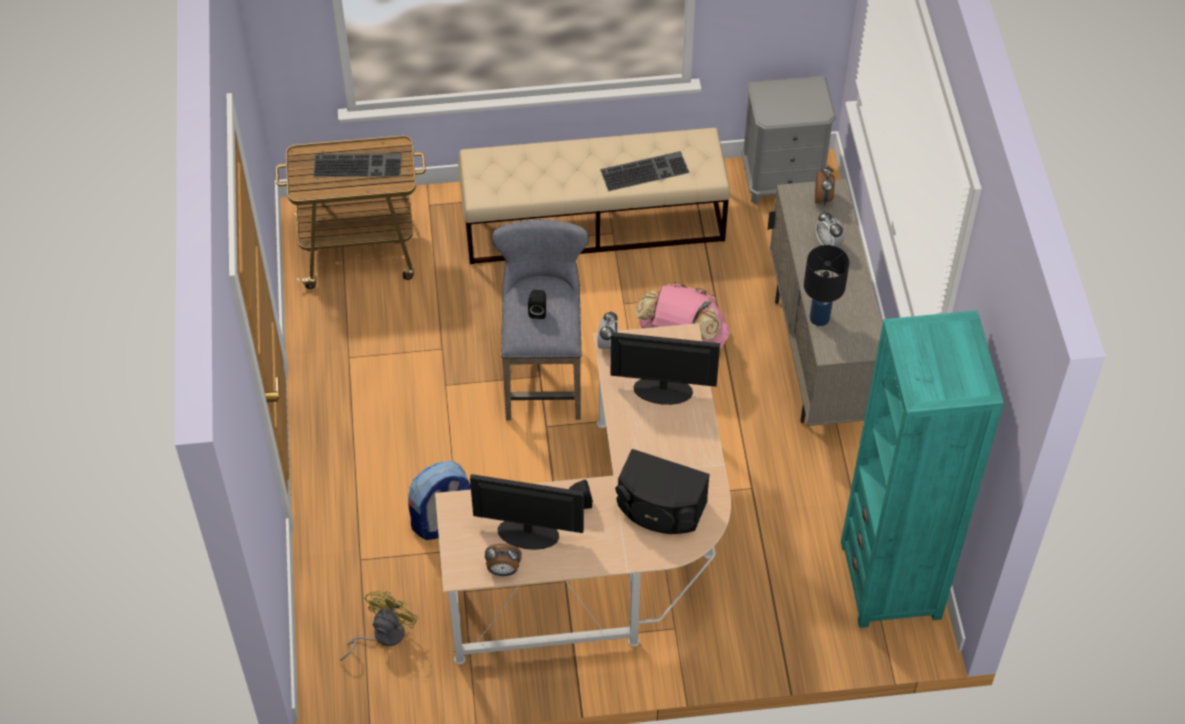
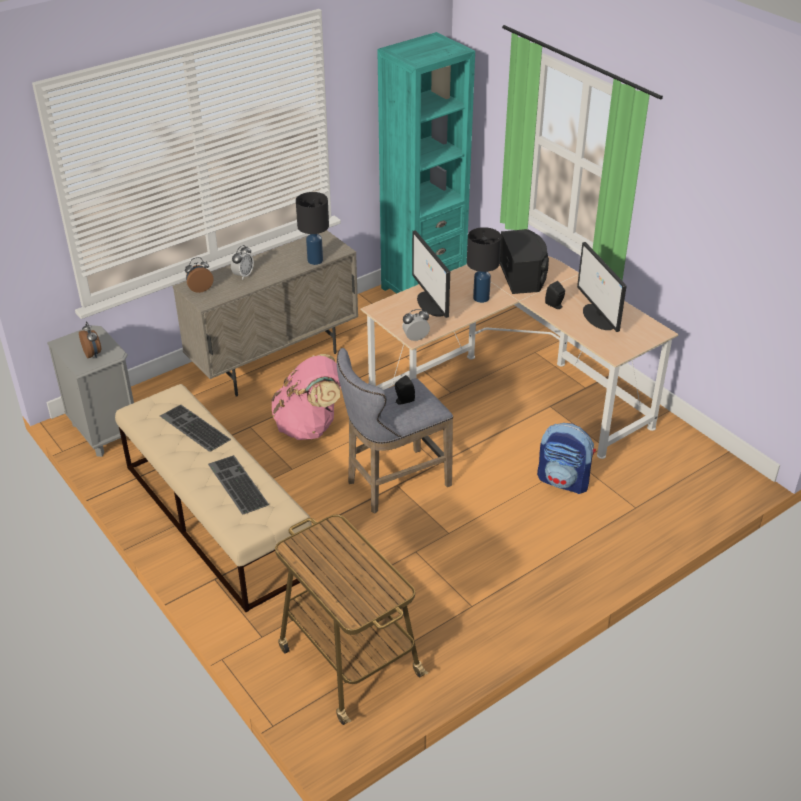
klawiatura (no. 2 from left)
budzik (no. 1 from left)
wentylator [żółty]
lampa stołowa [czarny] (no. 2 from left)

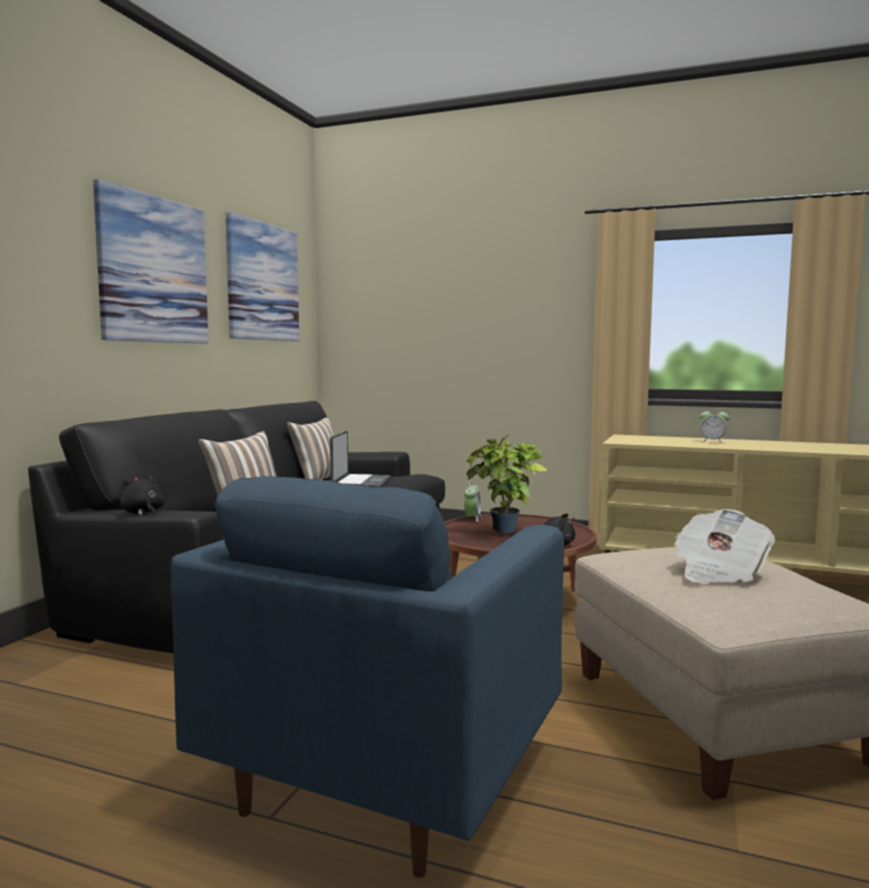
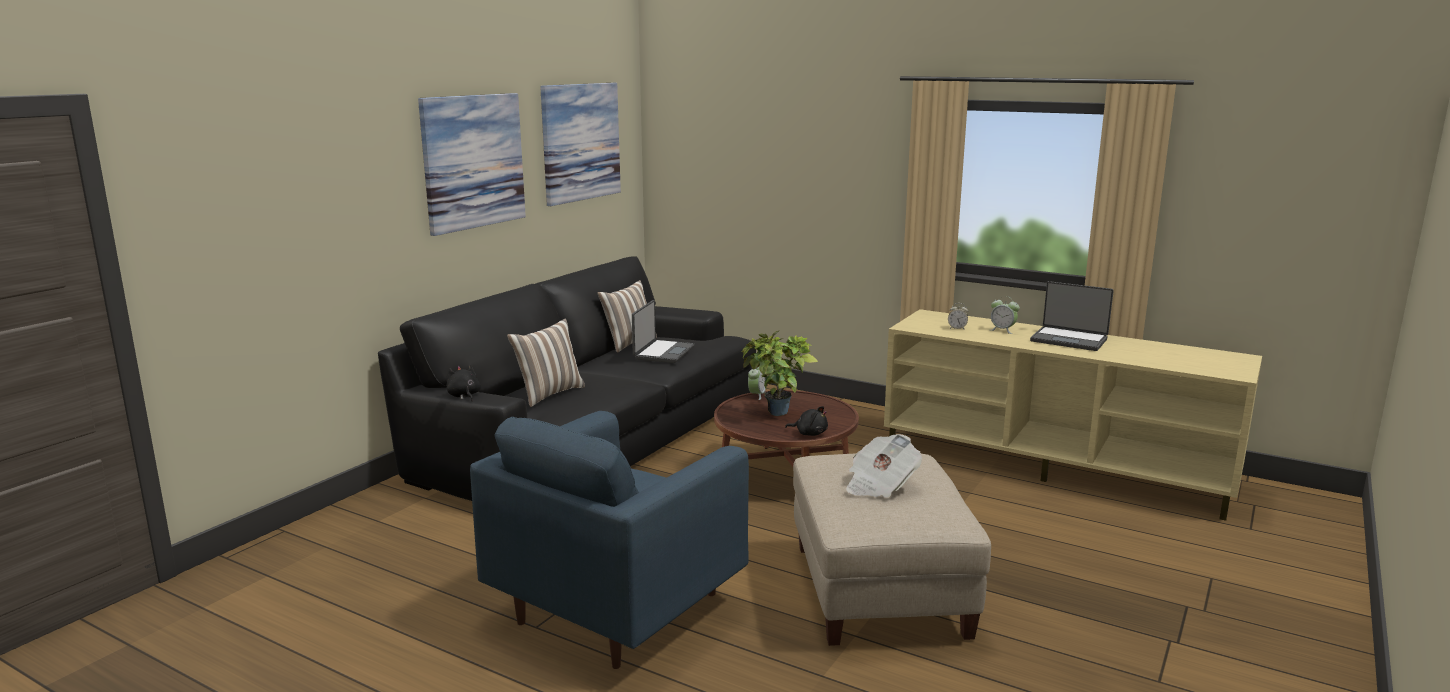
laptop (no. 2 from left)
budzik (no. 2 from left)

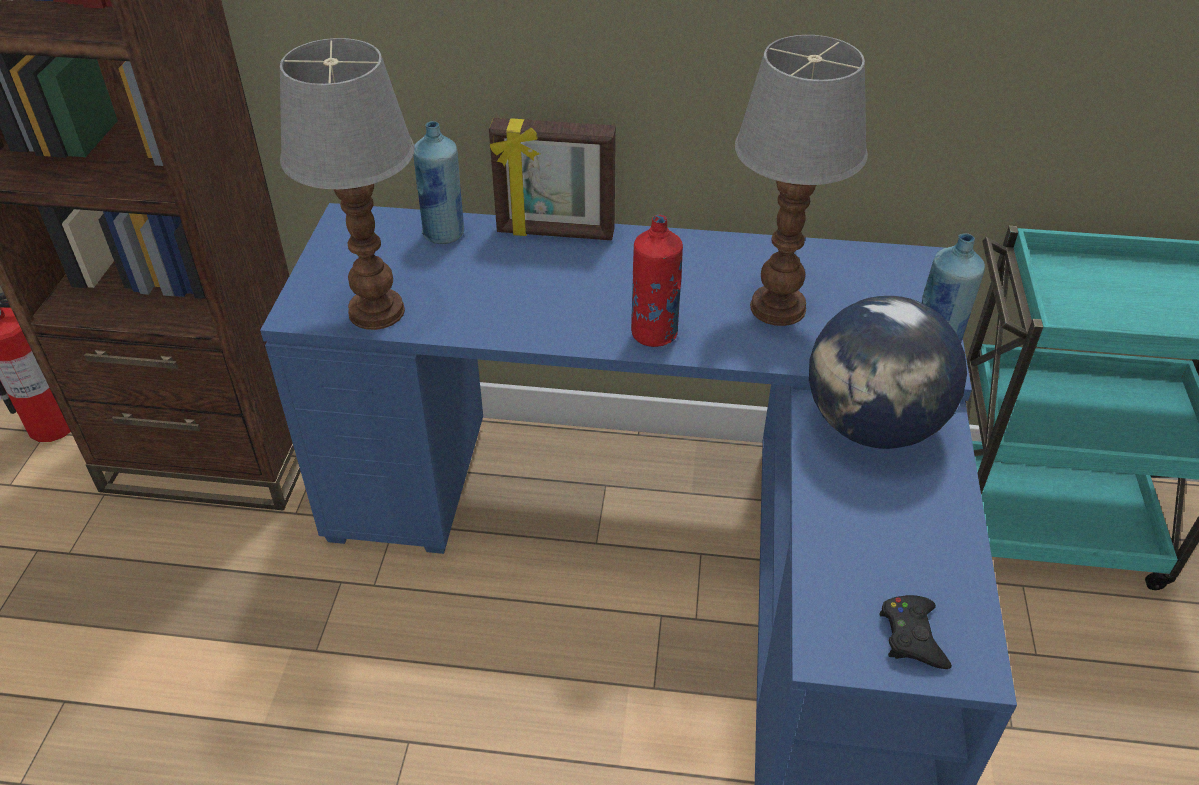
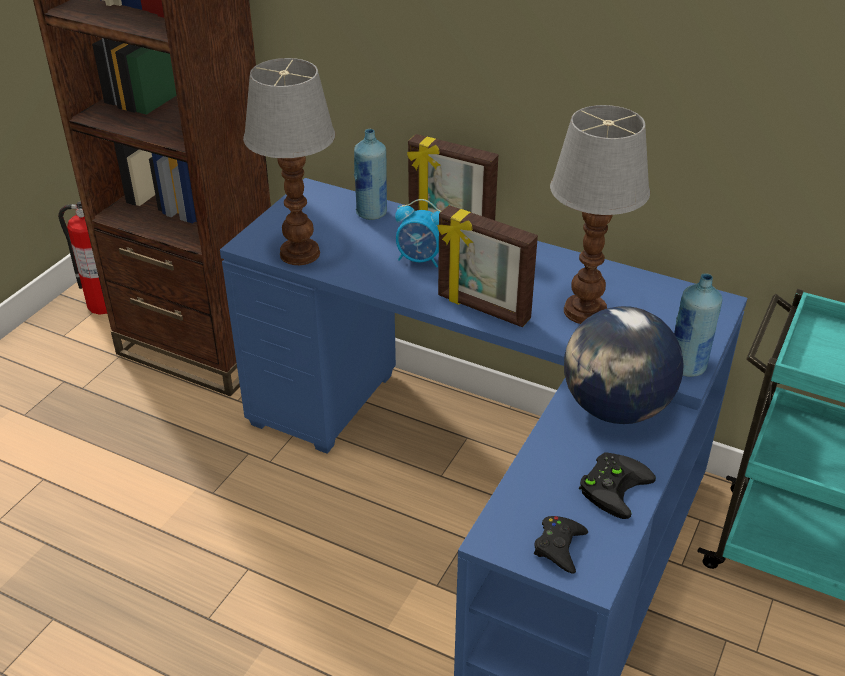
ramka na zdjęcie (no. 2 from left)
budzik
pad do gier [czarny] (no. 2 from left)

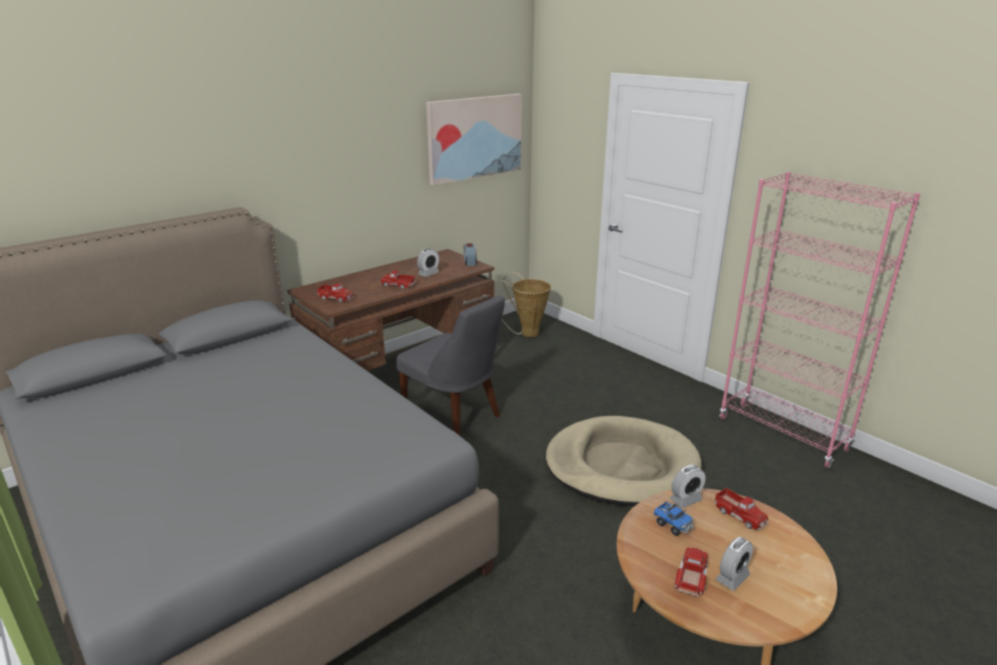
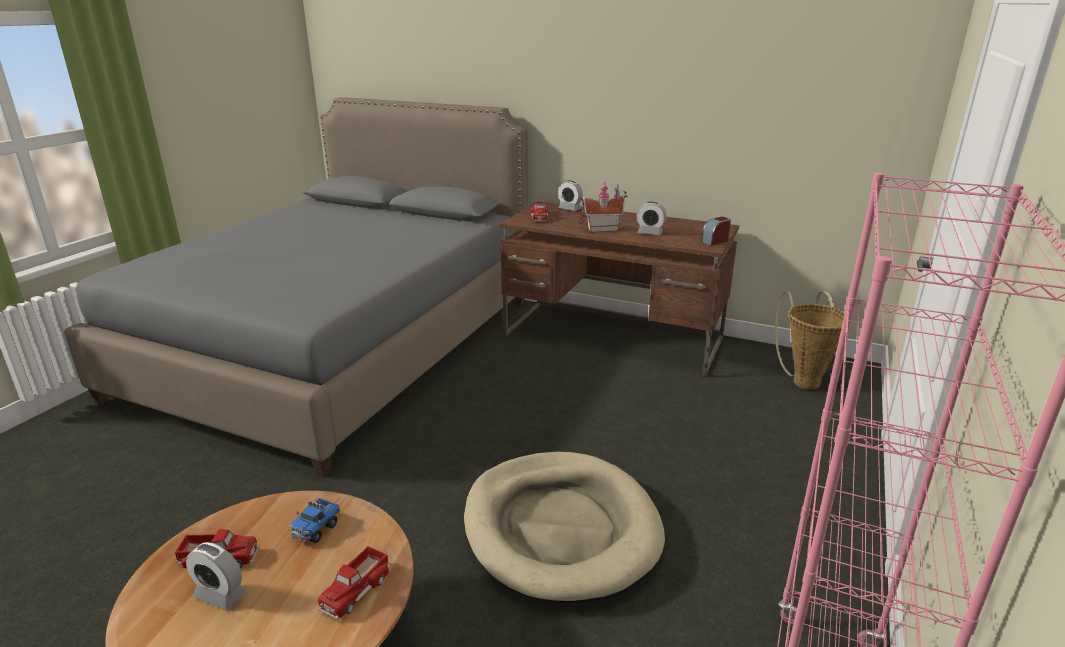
obraz
domek
krzesło [szary]
budzik (no. 2 from left)

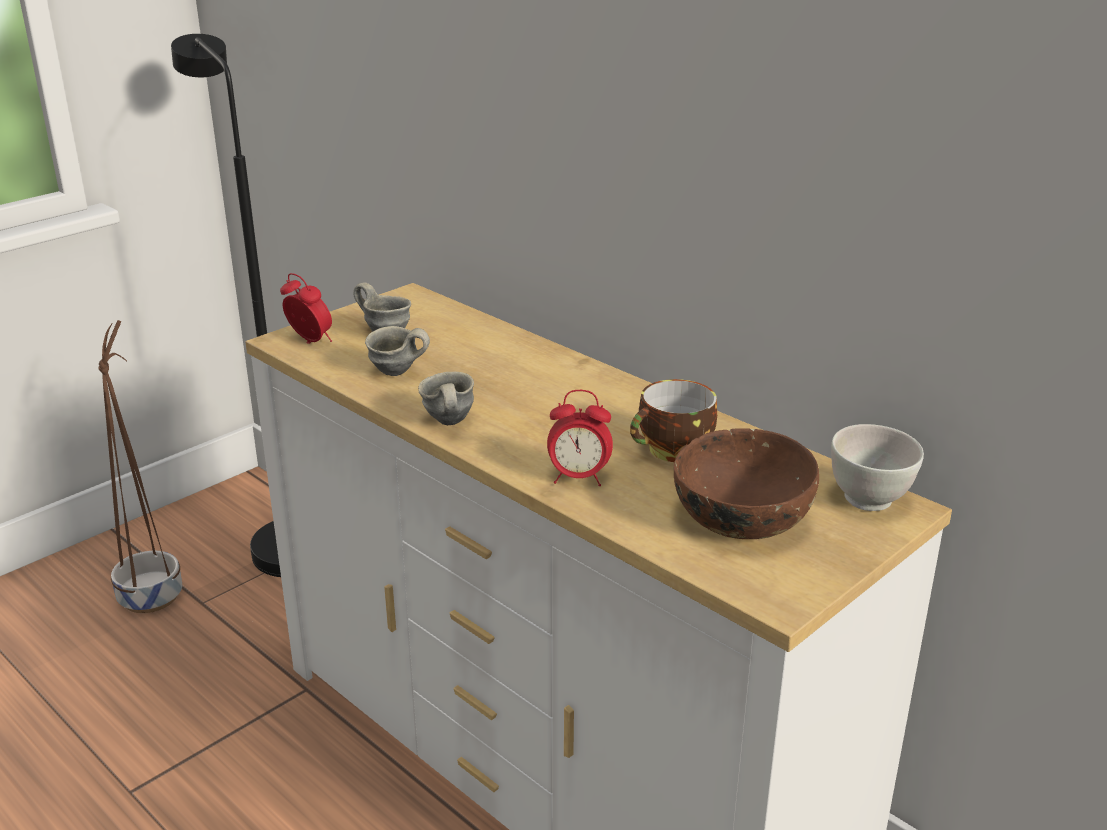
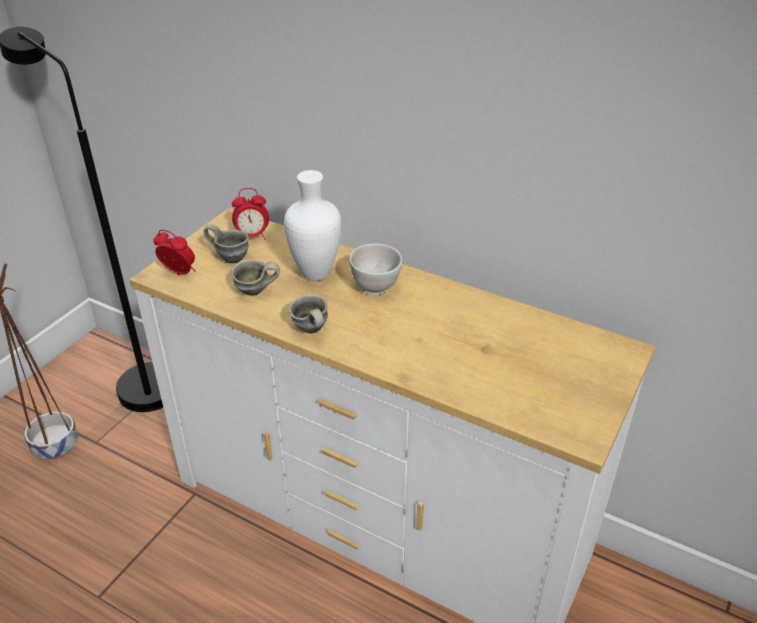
filiżanka
budzik (no. 2 from left)
miska [biały]
miska [brązowy]
wazon [biały]

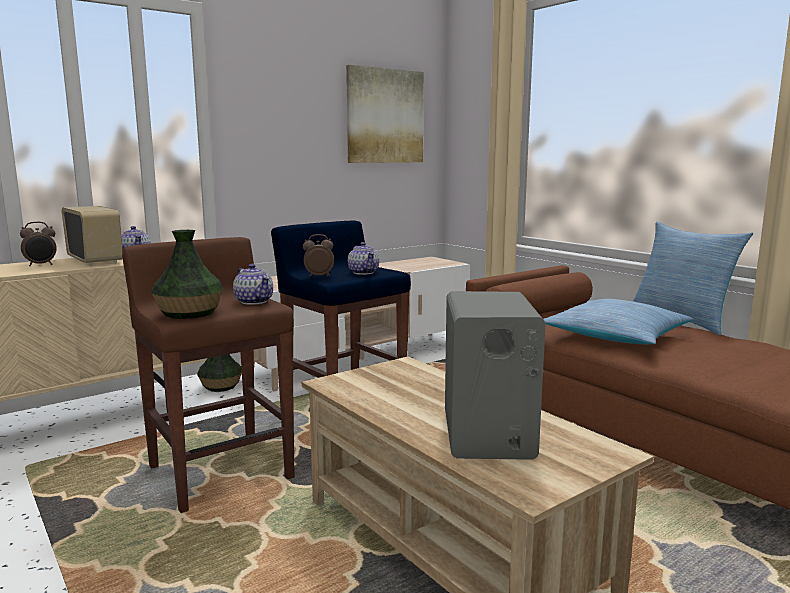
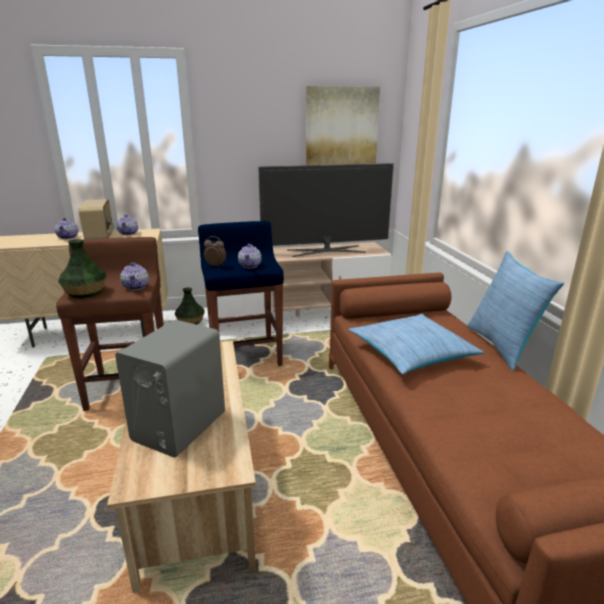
imbryk (no. 1 from left)
telewizor

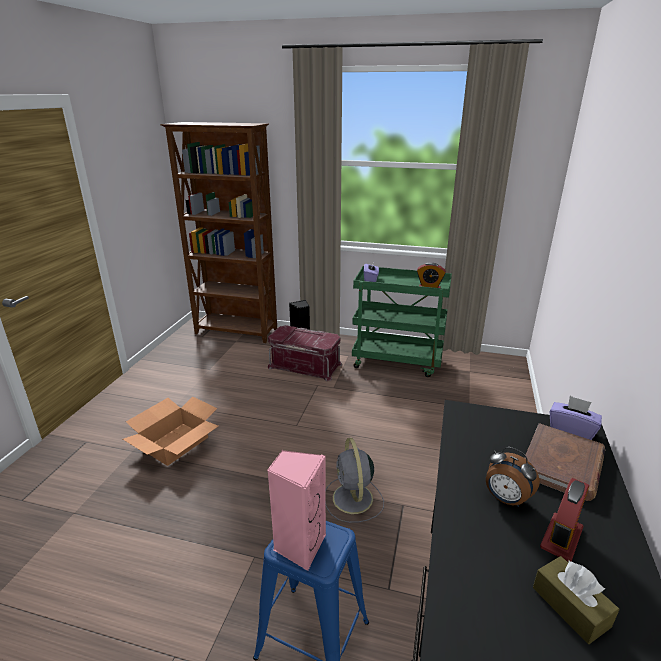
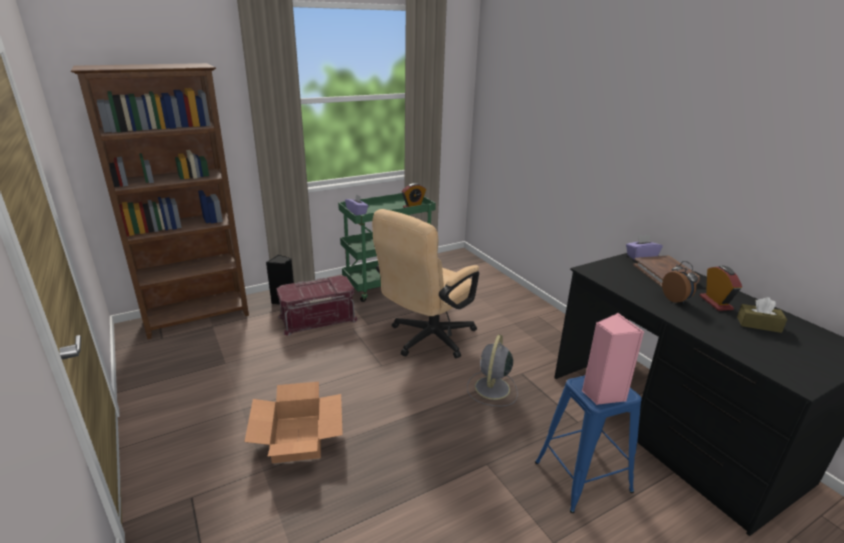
wentylator [szary]
budzik (no. 2 from left)
krzesło biurowe [beżowy]

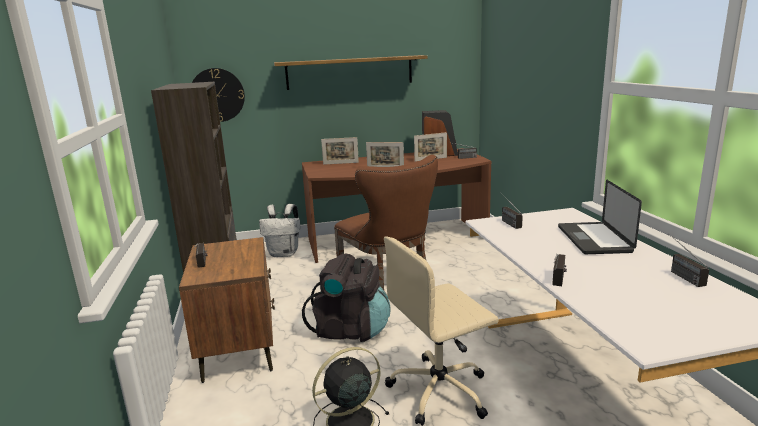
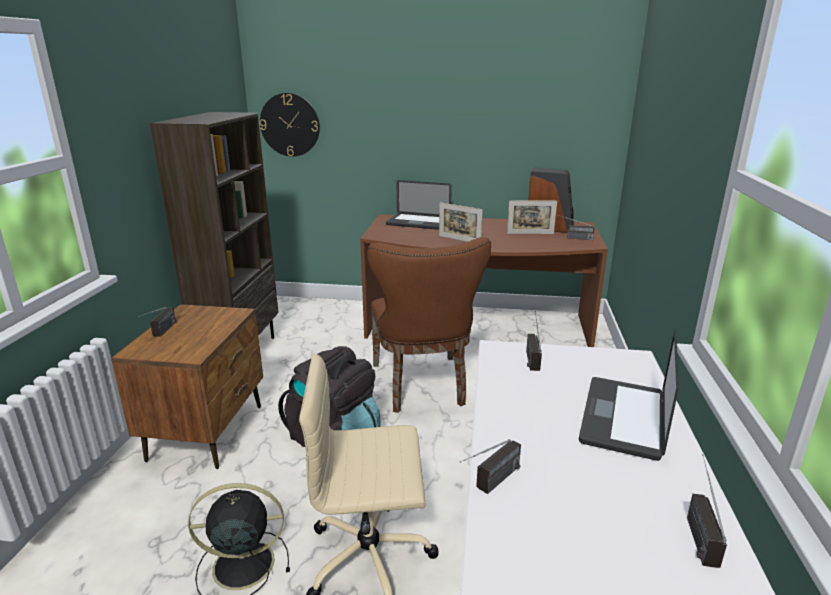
półka
laptop (no. 1 from left)
plecak [biały]

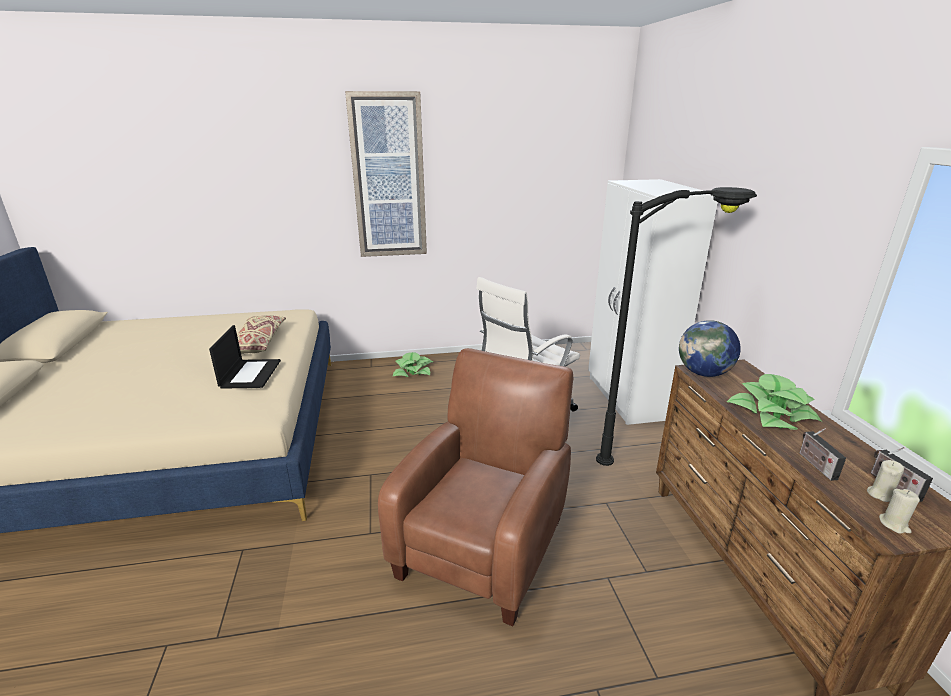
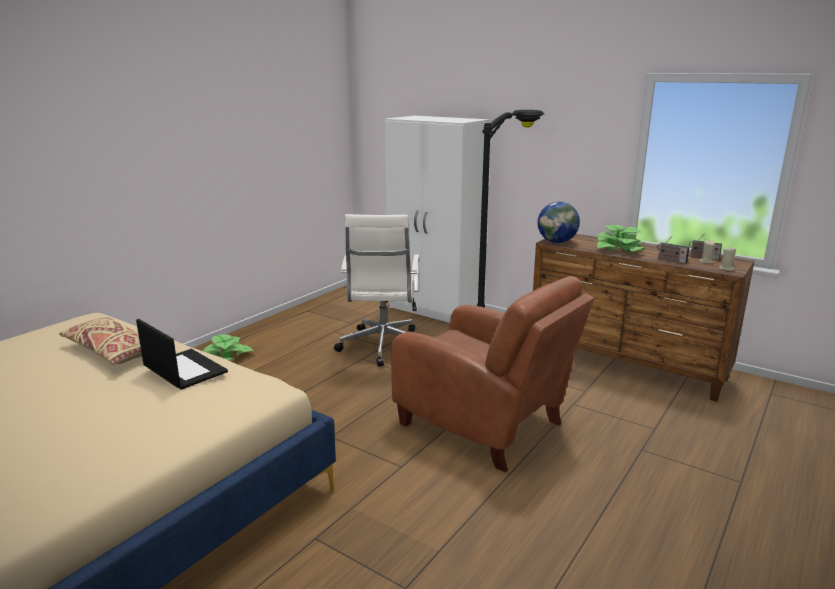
obraz
fotel [brązowy]

